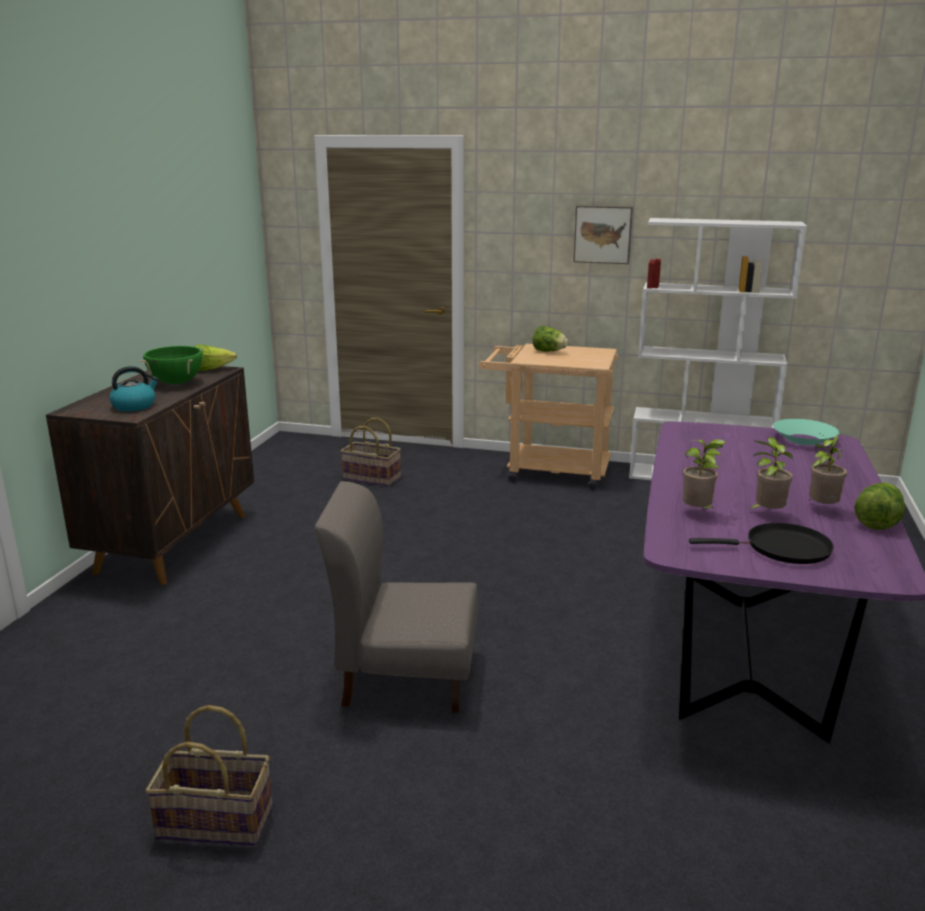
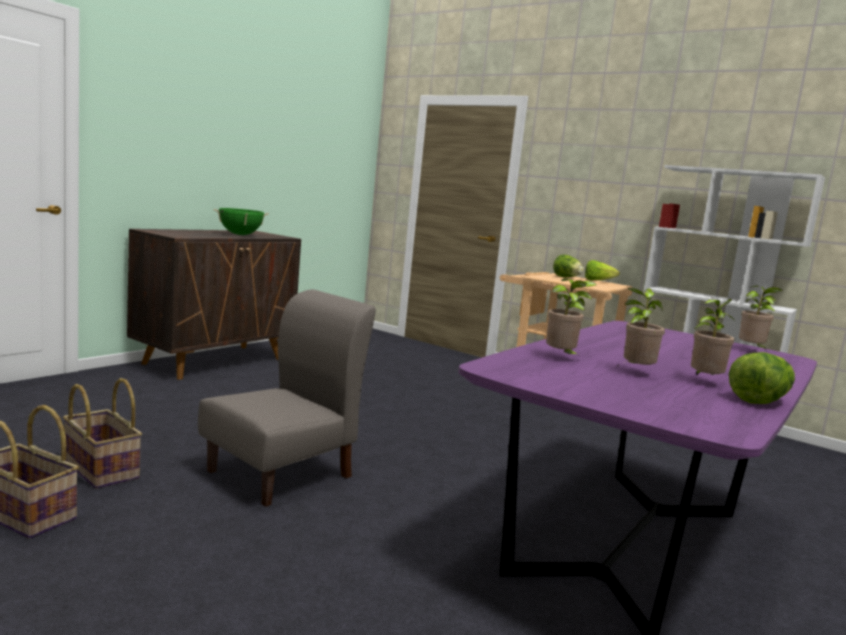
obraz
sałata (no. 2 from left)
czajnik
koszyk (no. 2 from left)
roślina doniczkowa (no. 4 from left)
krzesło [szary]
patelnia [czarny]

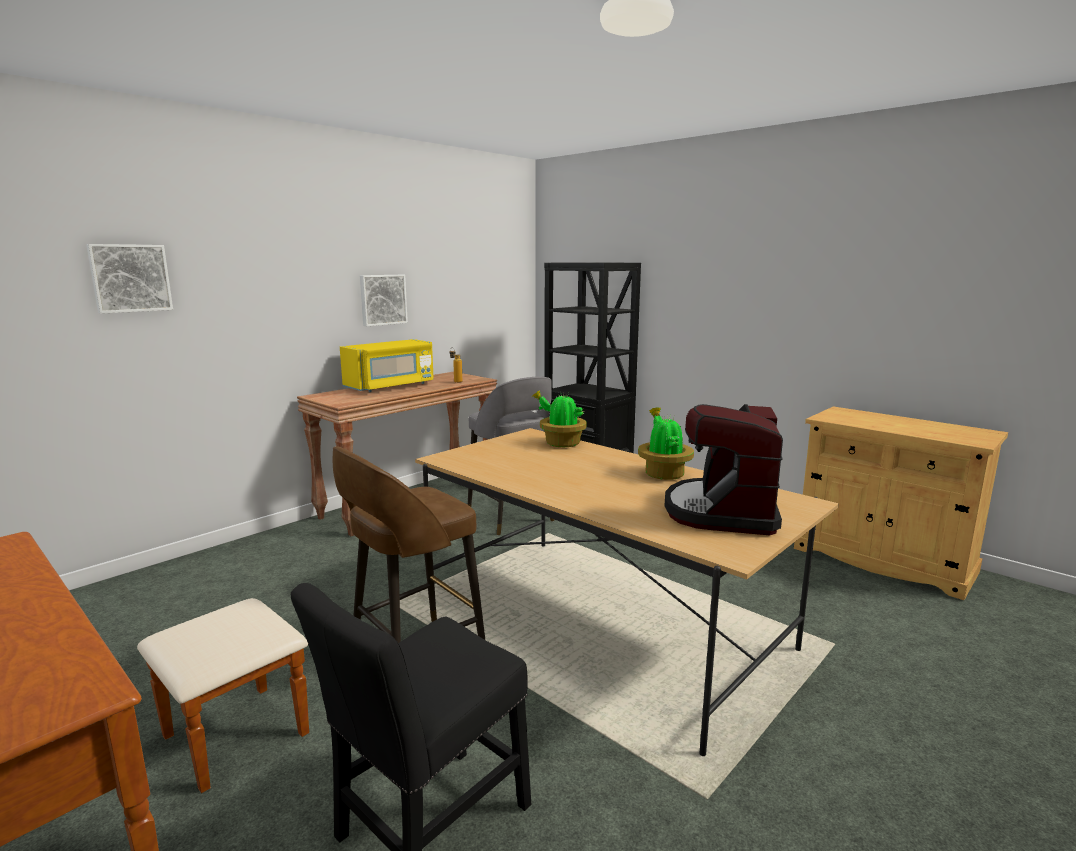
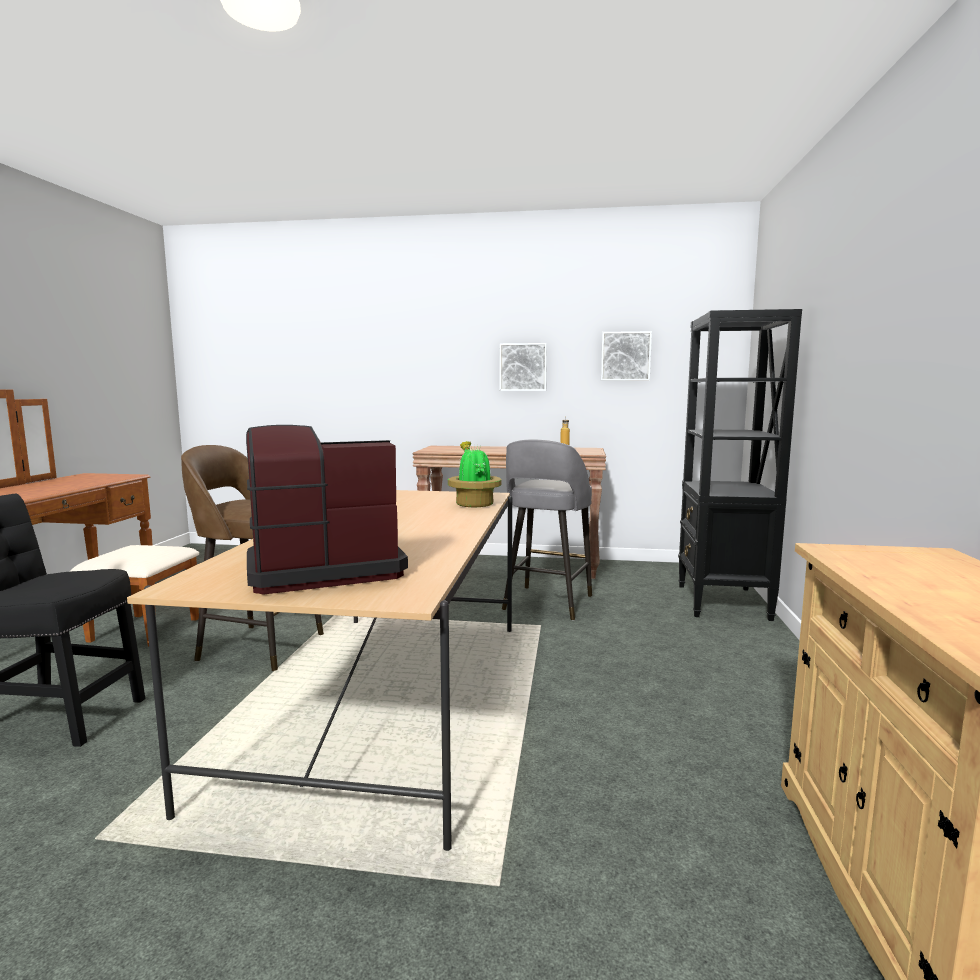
obraz (no. 2 from left)
mikrofalówka [żółty]
roślina doniczkowa (no. 2 from left in the first image)

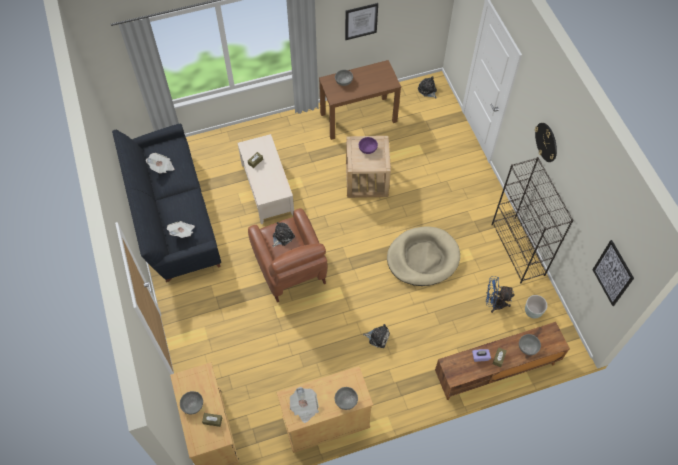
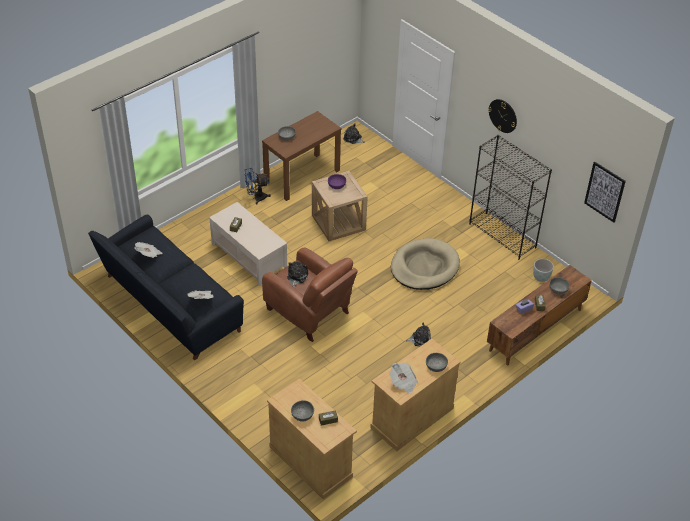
obraz (no. 1 from left in the first image)
wentylator [niebieski]

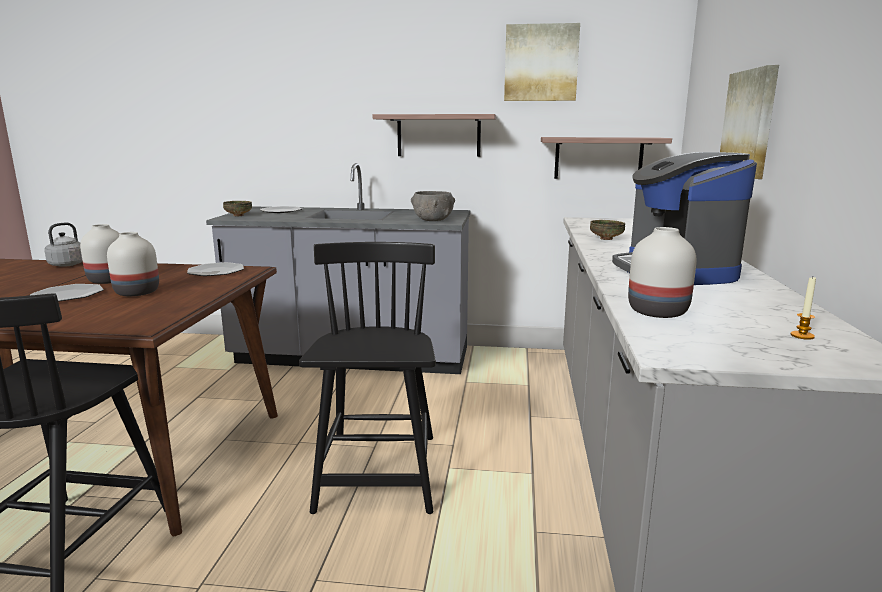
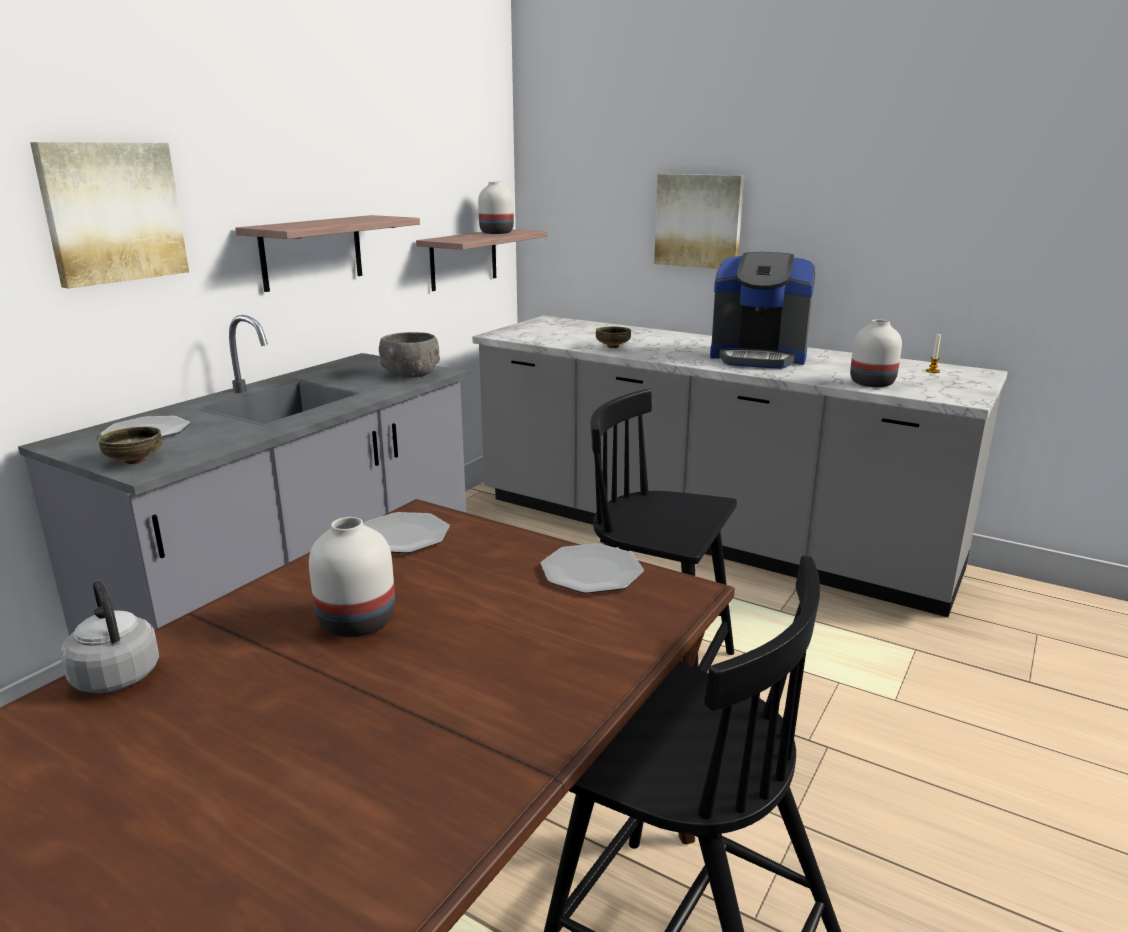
obraz (no. 1 from left)
wazon [biały] (no. 2 from left)
talerz (no. 3 from left)

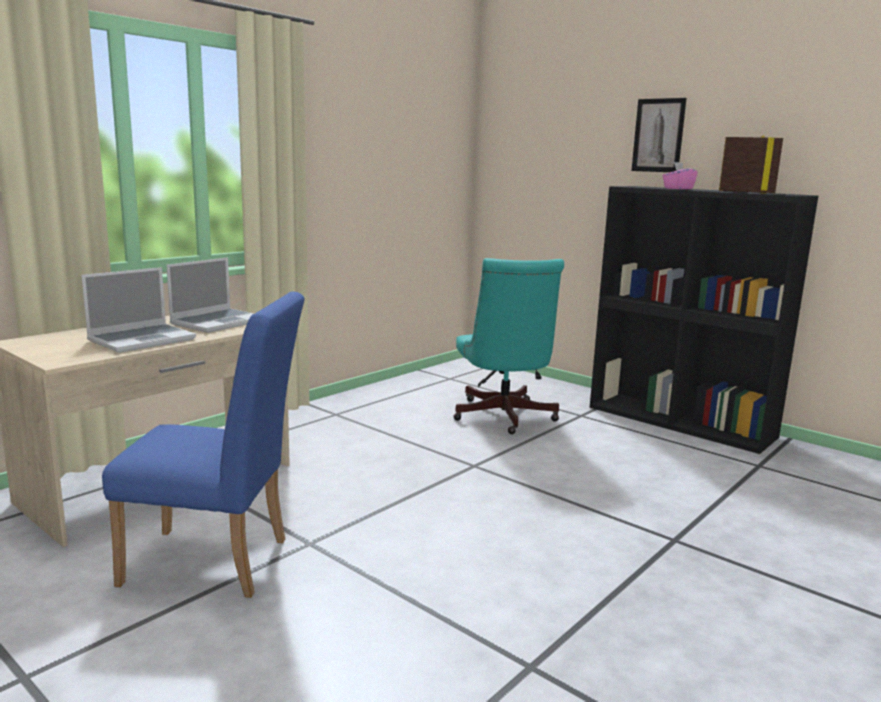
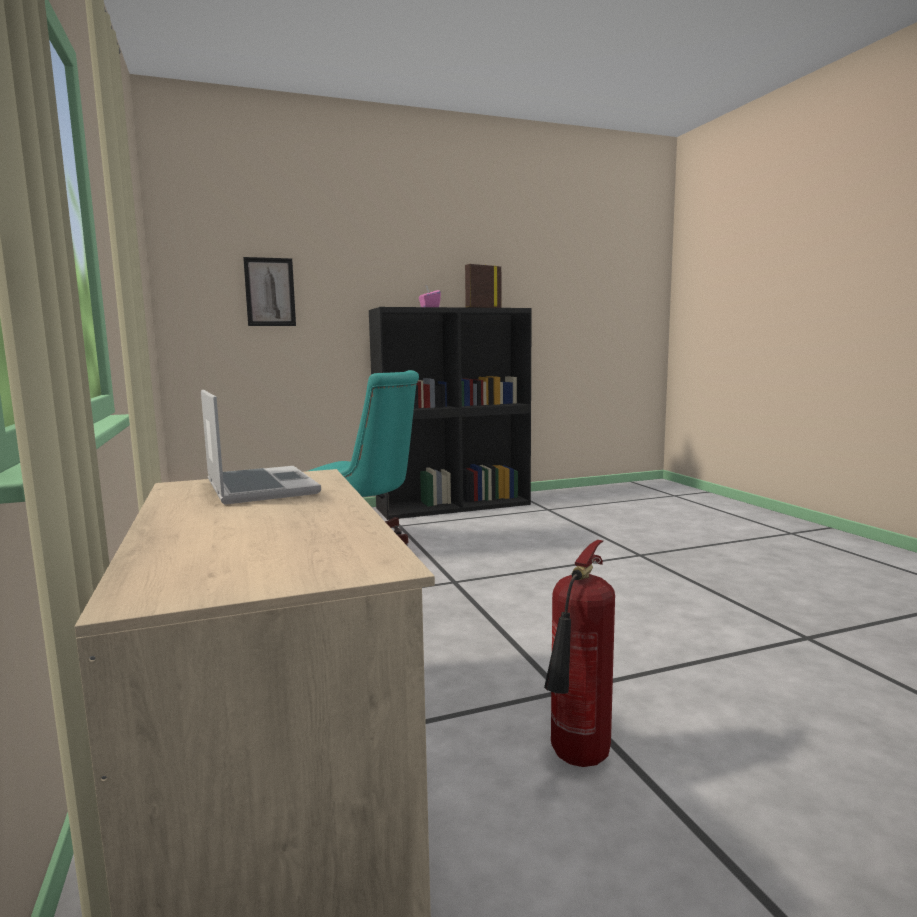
obraz
laptop (no. 1 from left in the first image)
gaśnica

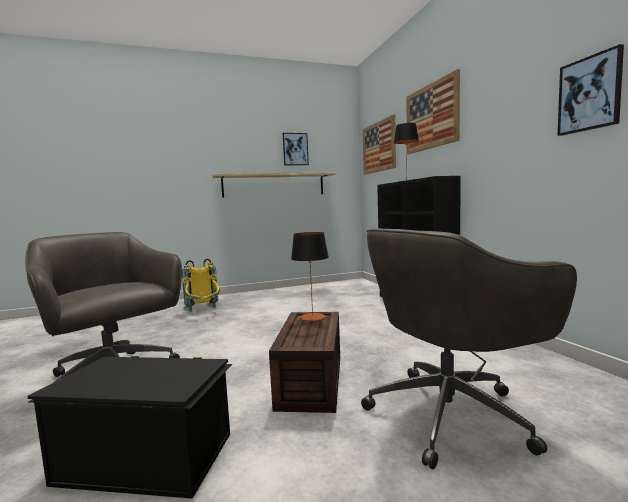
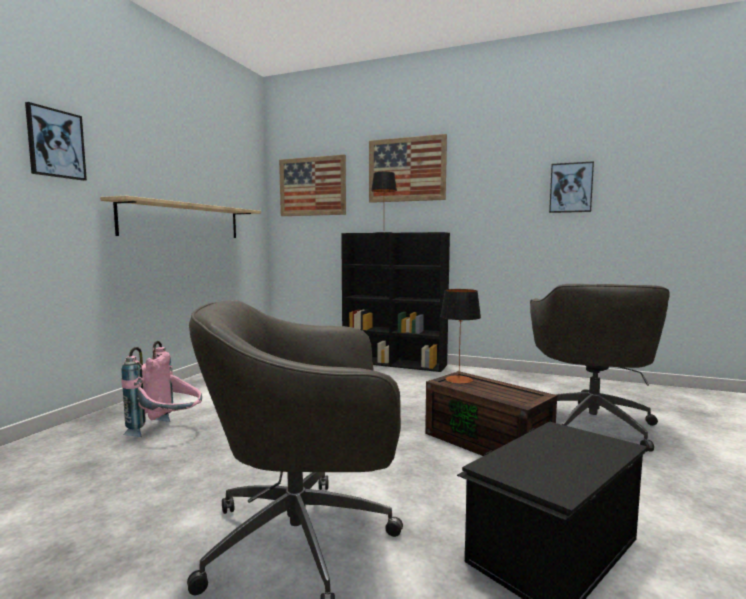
obraz (no. 1 from left)
plecak [różowy]

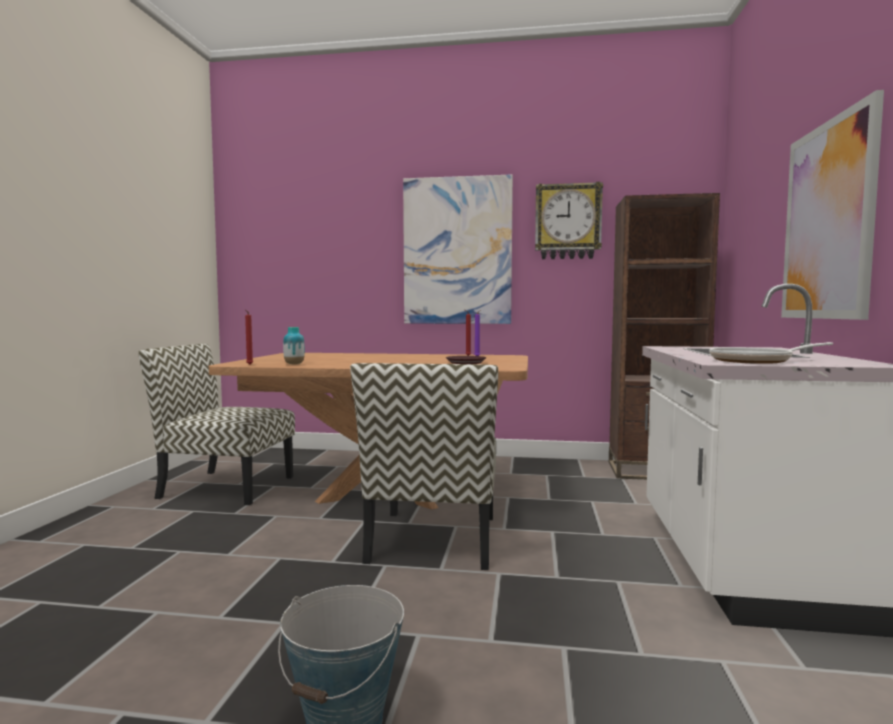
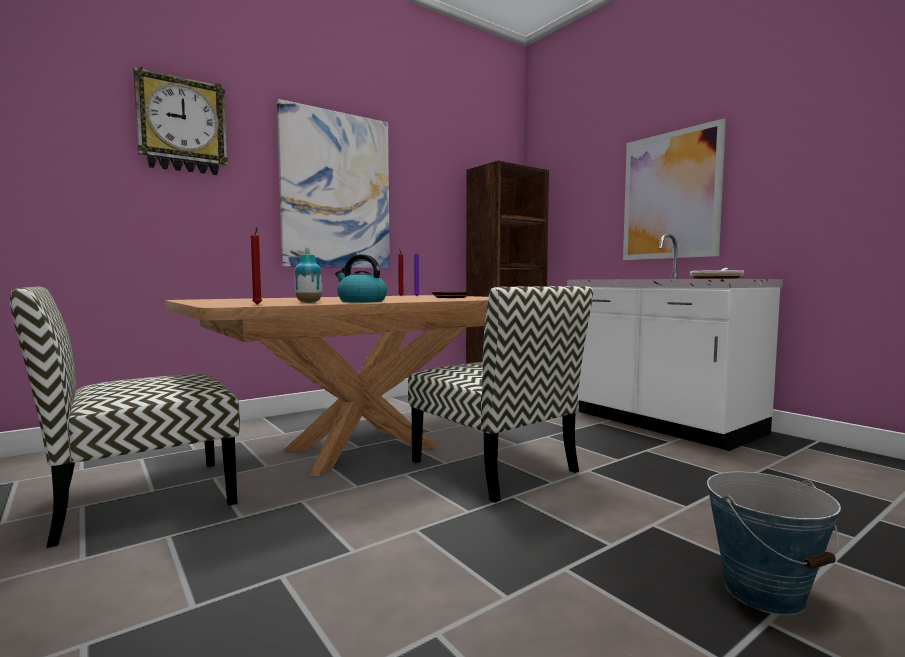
zegar ścienny
czajnik

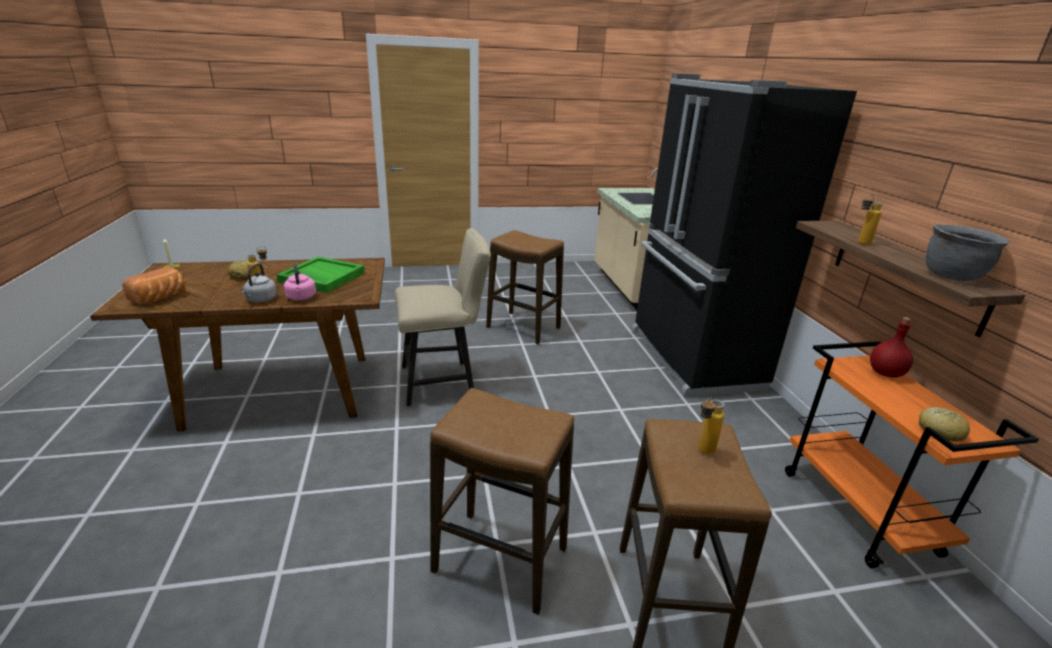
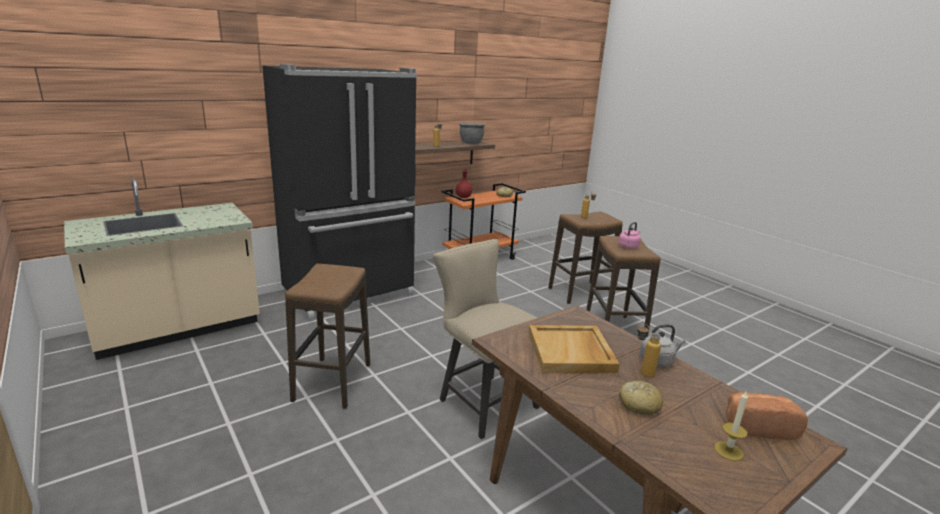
taca [beżowy]
czajnik [różowy]

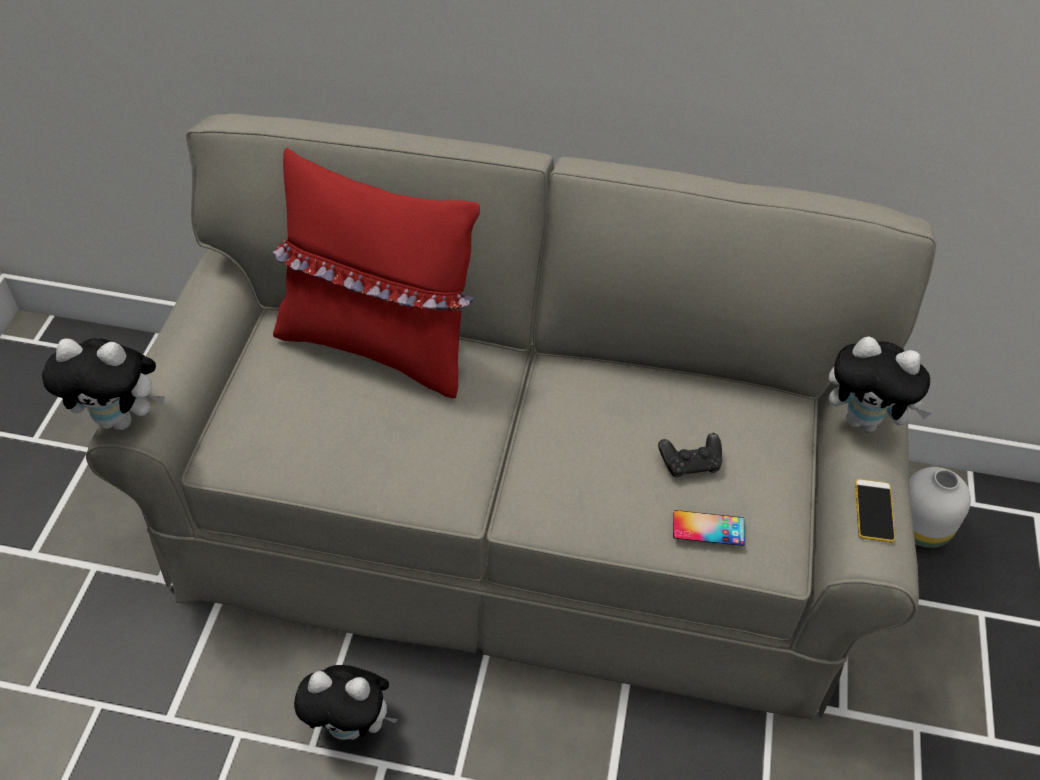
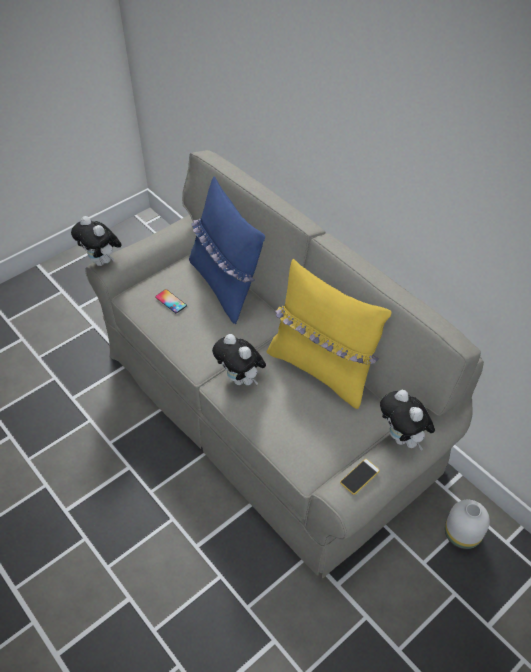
poduszka [niebieski]
pad do gier [czarny]
telefon (no. 1 from left)
pluszak (no. 2 from left)
poduszka [żółty]

